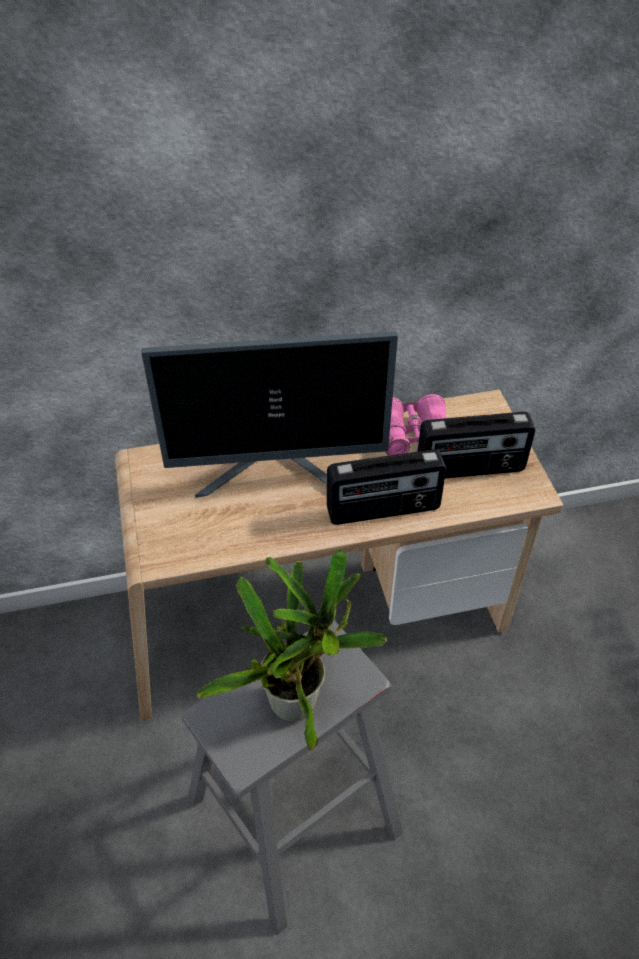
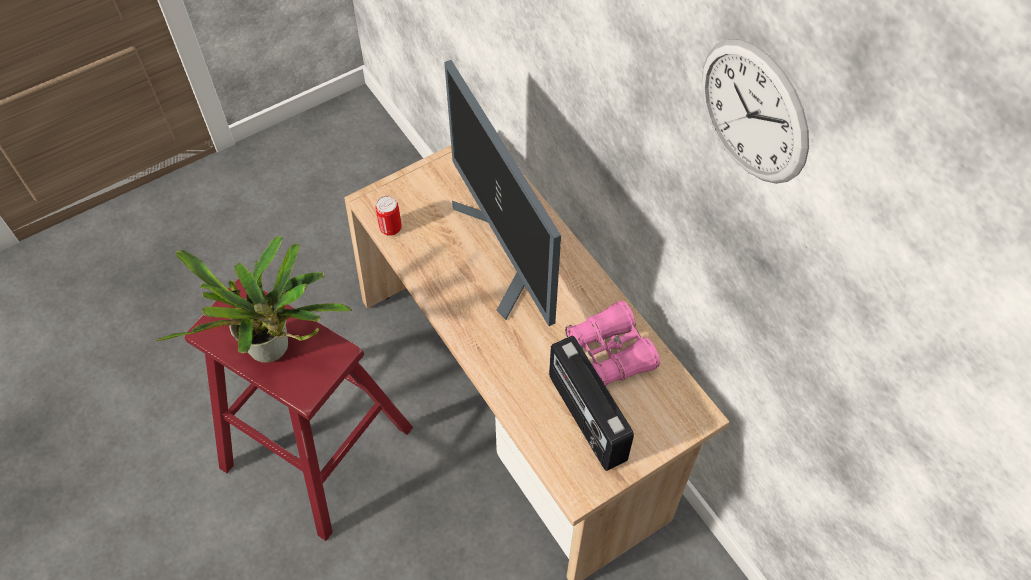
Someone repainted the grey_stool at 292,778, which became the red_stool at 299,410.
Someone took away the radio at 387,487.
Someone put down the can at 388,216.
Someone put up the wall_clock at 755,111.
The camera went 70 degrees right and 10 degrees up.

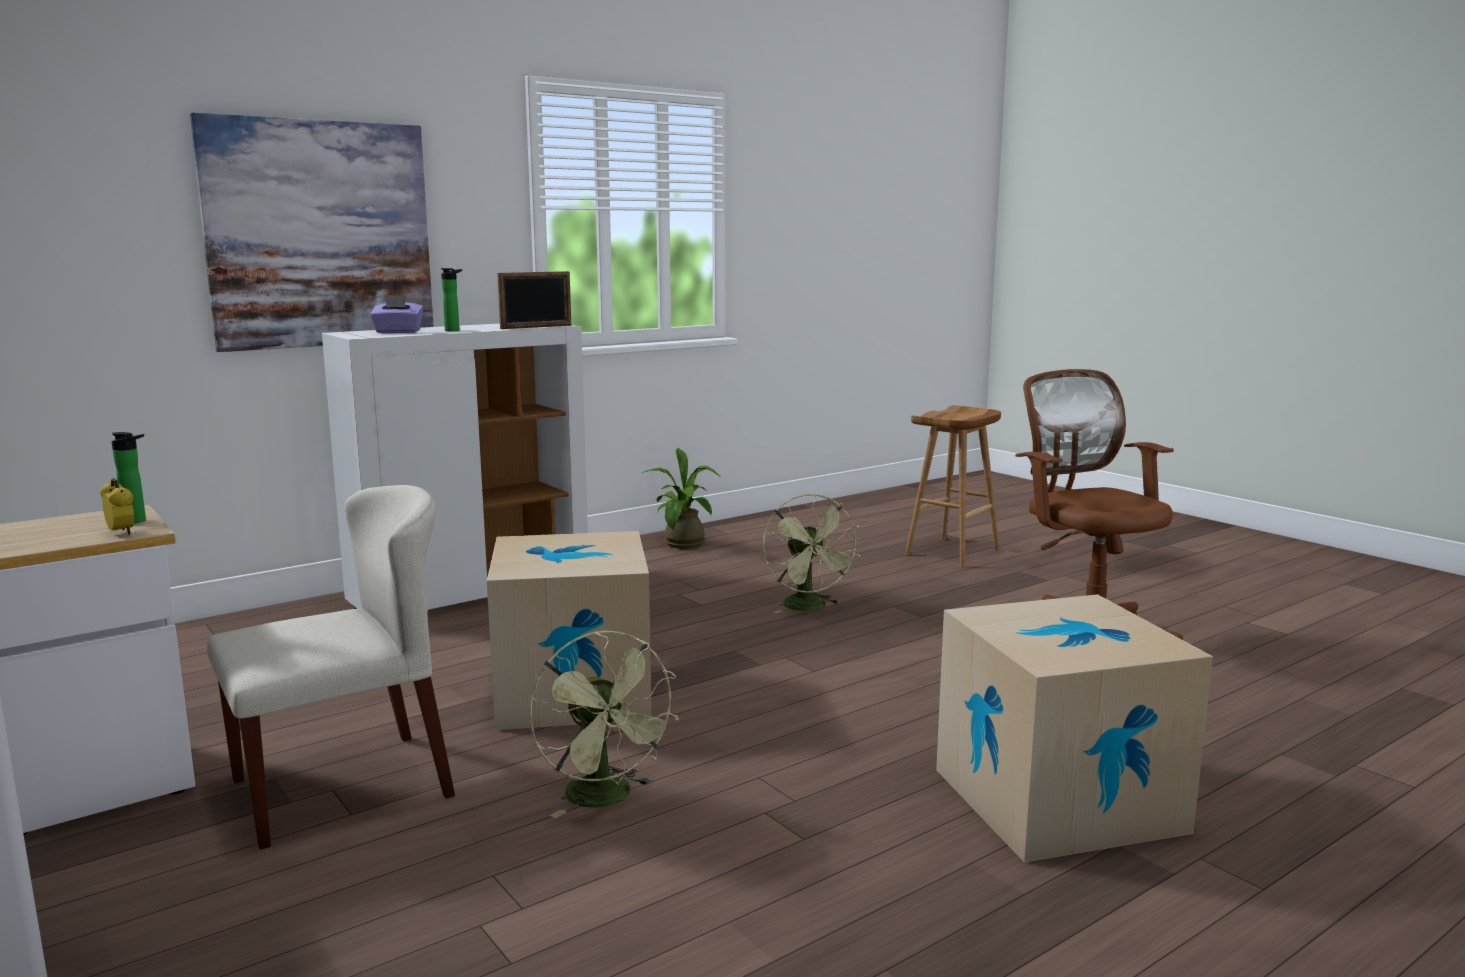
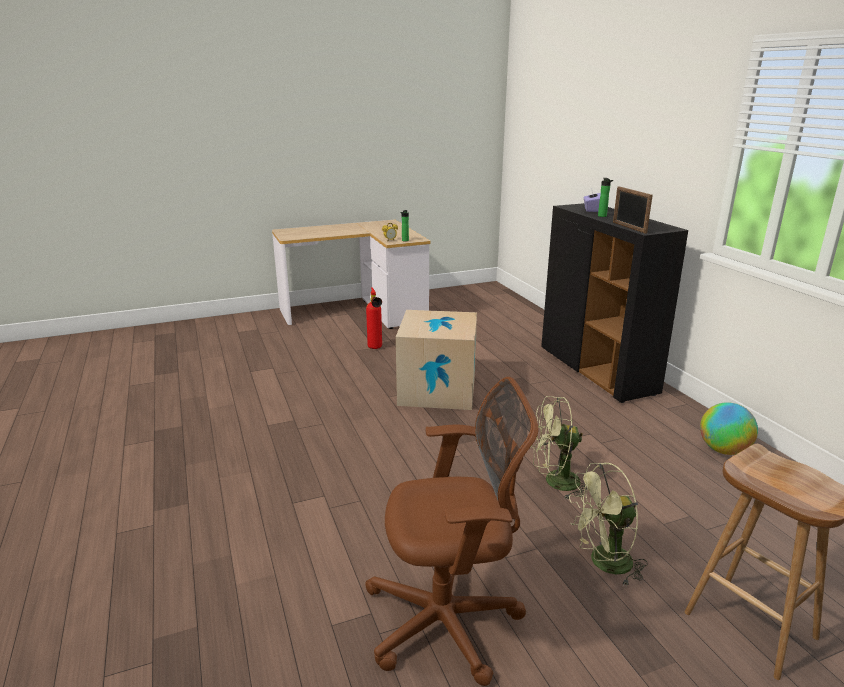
Someone took away the picture at 312,232.
Someone swapped the beige_chair at 331,667 for the fire_extinguisher at 374,318.
Someone repainted the white_cabinet at 455,466, which became the black_cabinet at 614,303.
Someone carried the green_fan from 604,724 to 608,525.
Someone swapped the potted_plant at 681,498 for the globe at 729,428.
Someone took away the cardboard_box at 1074,728.
The camera went 105 degrees right and 10 degrees up.

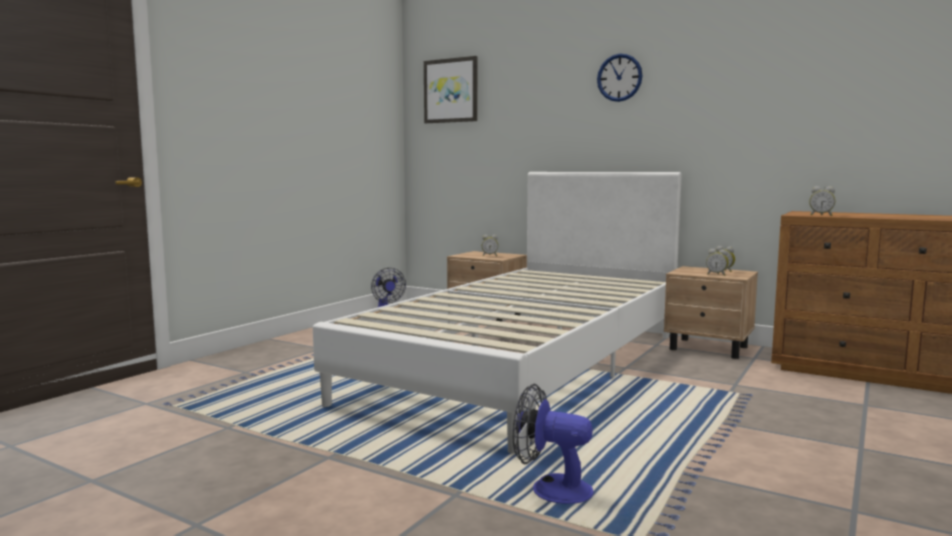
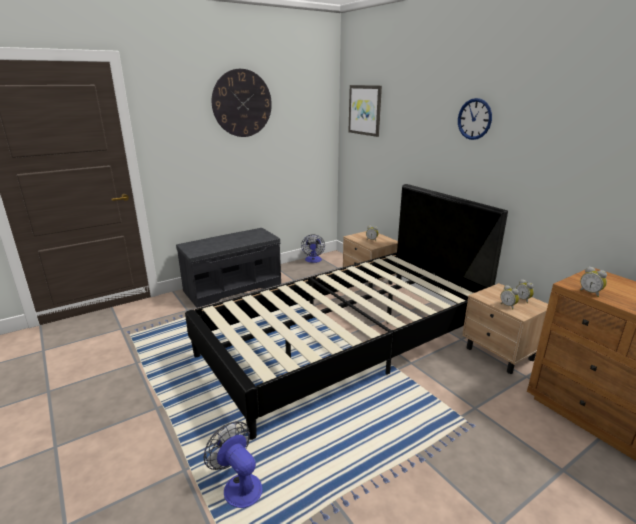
Someone repainted the white_bed at 497,312, which became the black_bed at 346,312.
Someone put down the grey_bench at 228,268.
Someone put up the wall_clock at 242,103.
The camera went 25 degrees right and 15 degrees up.

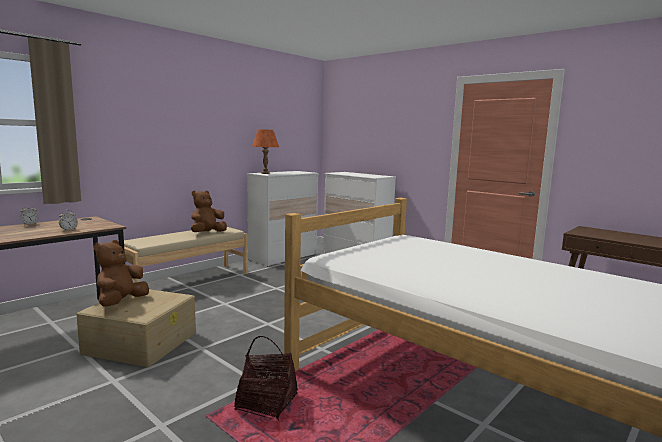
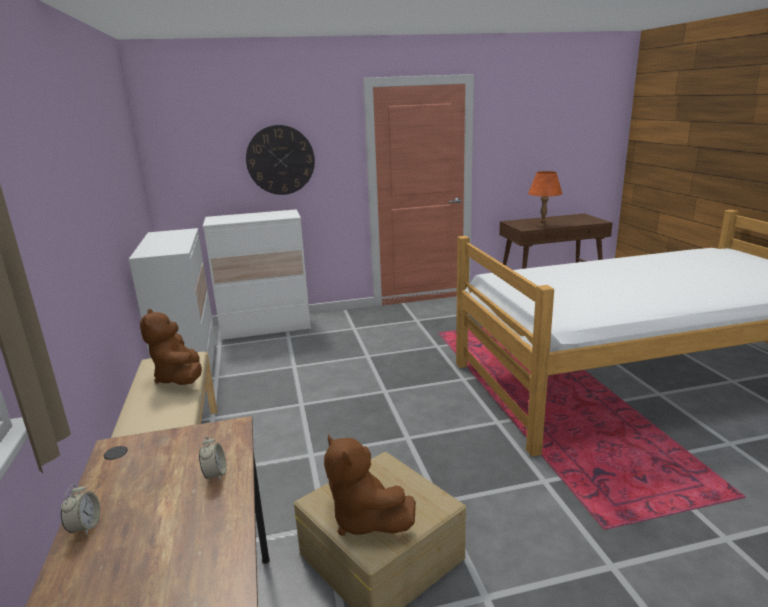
Someone took away the basket at 266,378.
Someone carried the orange_table_lamp from 265,151 to 545,199.
Someone put up the wall_clock at 280,160.
The camera went 55 degrees left and 10 degrees up.

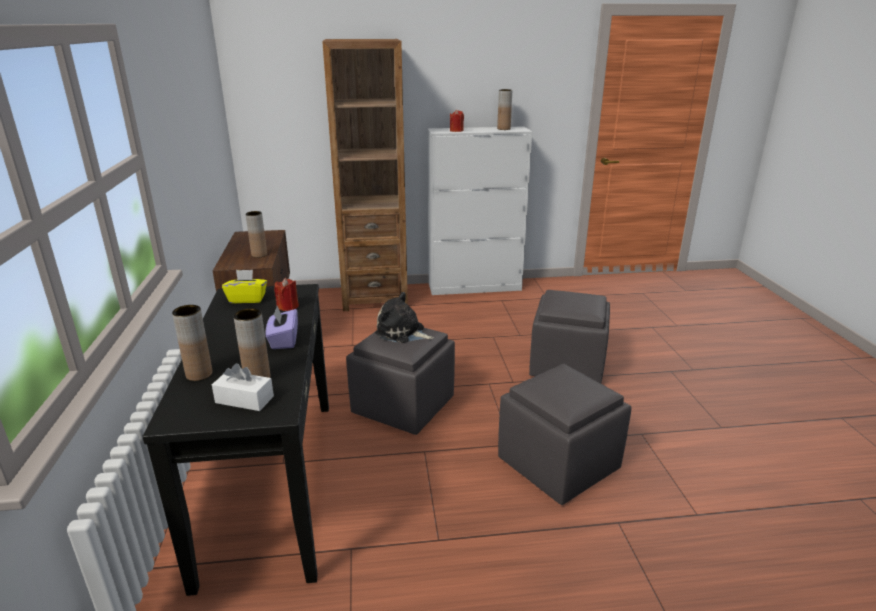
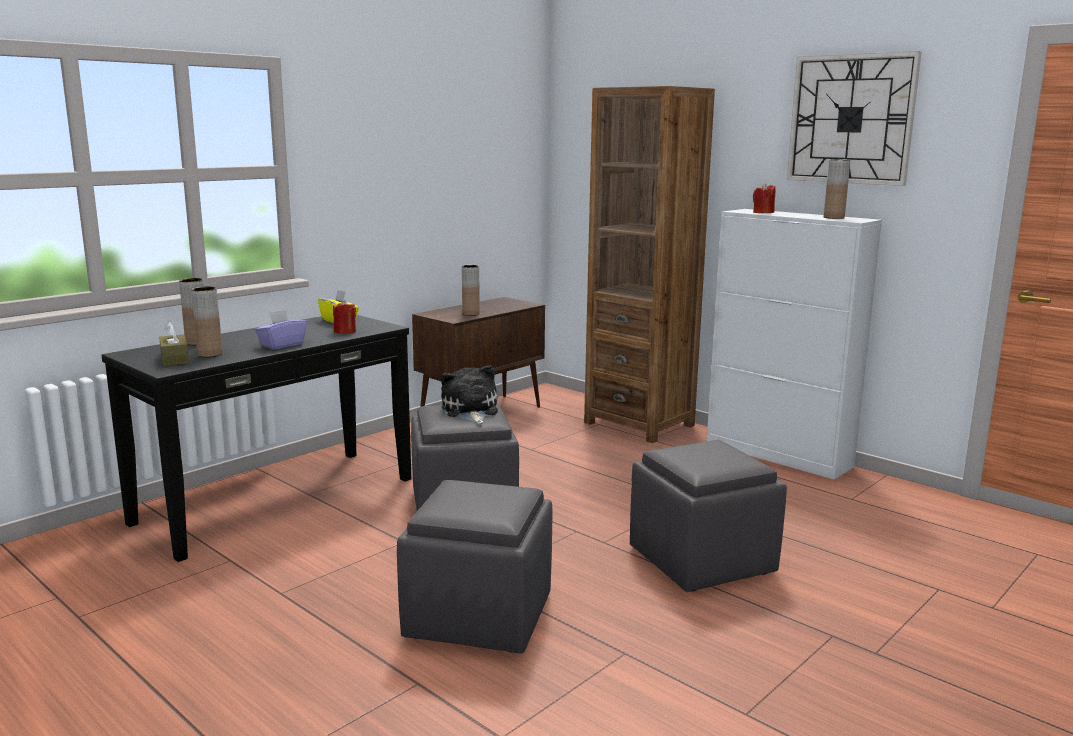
Someone repainted the white_tissue_box at 243,387, which became the brown_tissue_box at 174,344.
Someone put up the wall_clock at 854,118.
The camera went 50 degrees right and 10 degrees down.

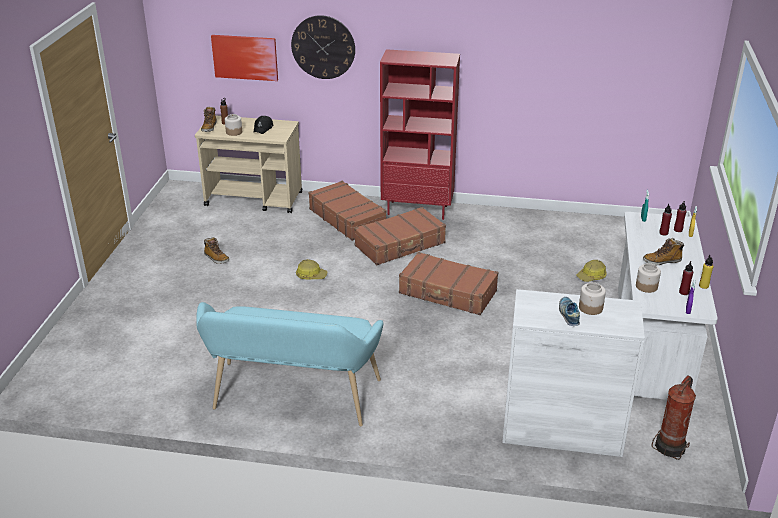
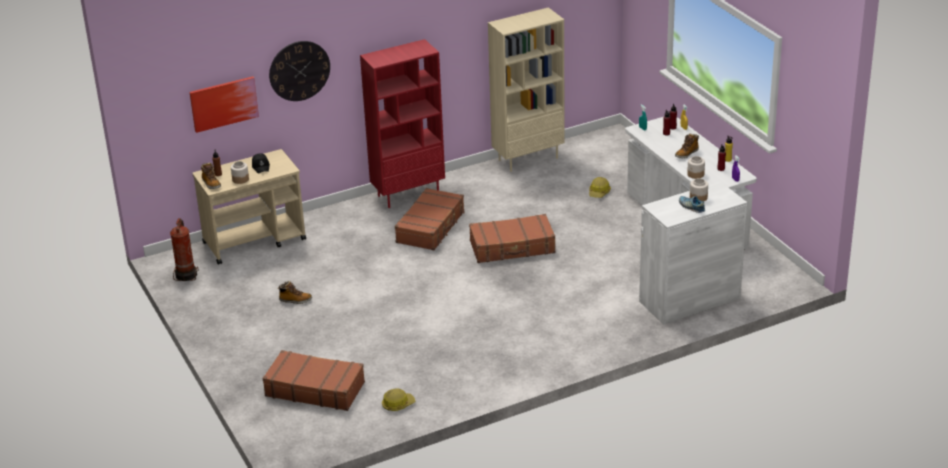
Someone took away the turquoise_bench at 289,364.
Someone carried the hard_hat from 311,269 to 398,399.
Someone carried the brown_suitcase from 347,211 to 313,380.
Someone carried the fire_extinguisher from 673,417 to 184,249.
Someone put down the beige_bookcase at 526,89.
The camera went 35 degrees left and 0 degrees up.

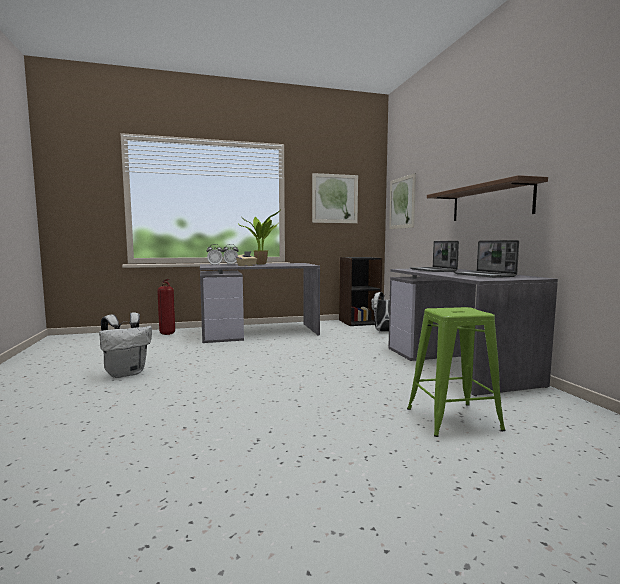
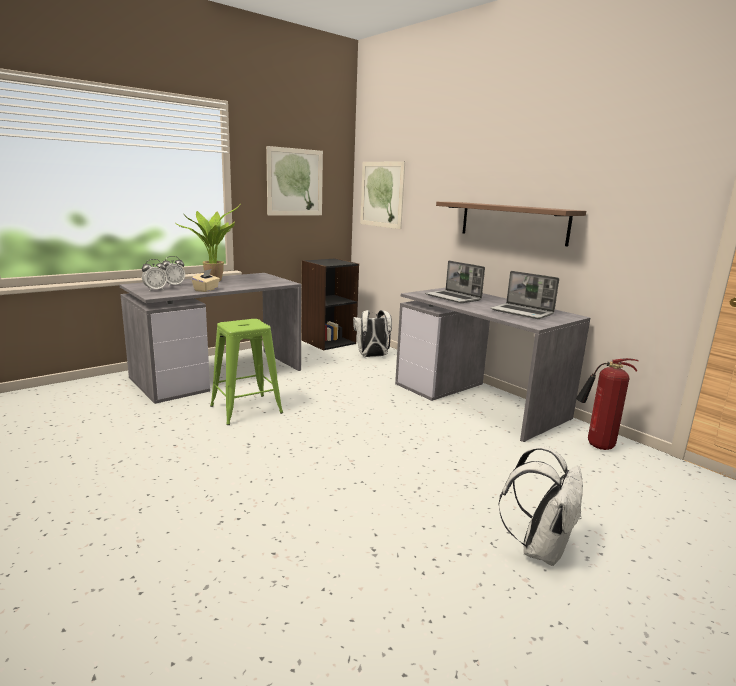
Someone carried the white_backpack from 125,345 to 540,506.
Someone carried the fire_extinguisher from 166,307 to 607,404.
Someone carried the green_stool from 456,372 to 246,372.
The camera went 25 degrees left and 10 degrees up.

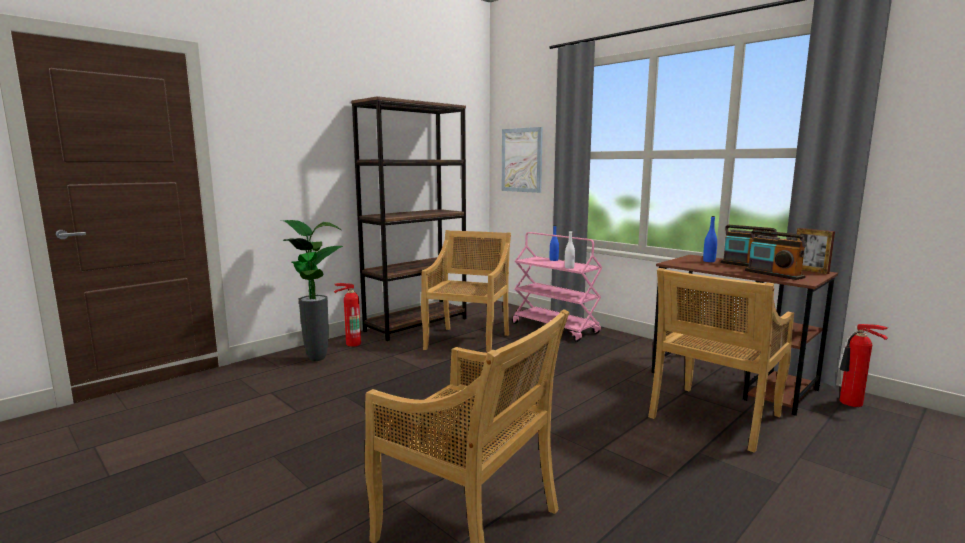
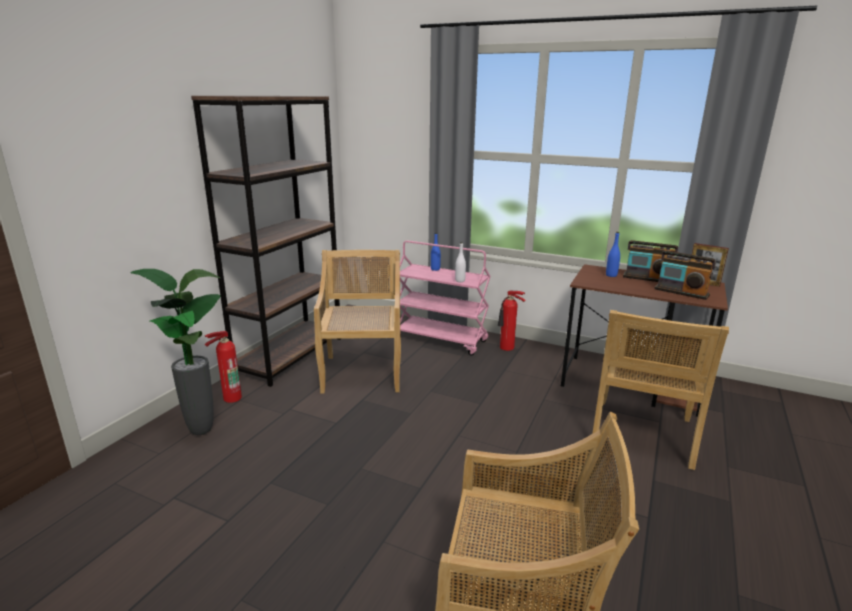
Someone took away the picture at 522,160.
Someone carried the fire_extinguisher from 864,365 to 512,321.
The camera went 20 degrees left and 10 degrees up.

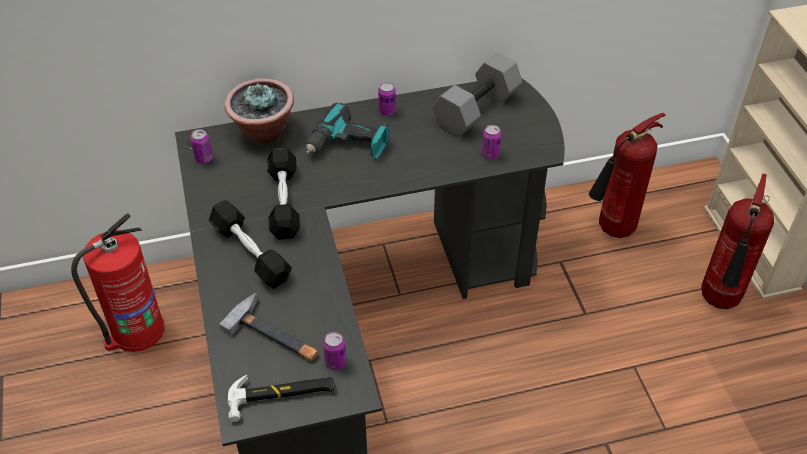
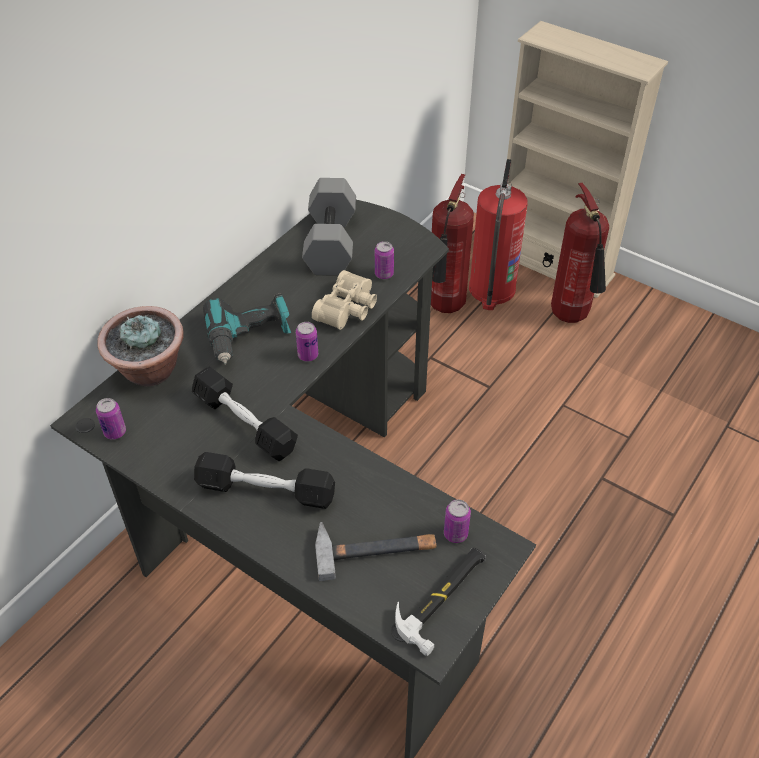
Someone carried the fire_extinguisher from 117,282 to 498,234.
Someone carried the can from 387,99 to 307,342.
Someone put down the beige_binoculars at 344,300.
The camera went 40 degrees left and 0 degrees up.

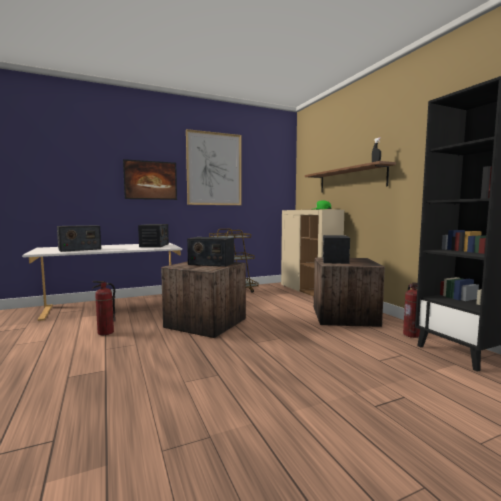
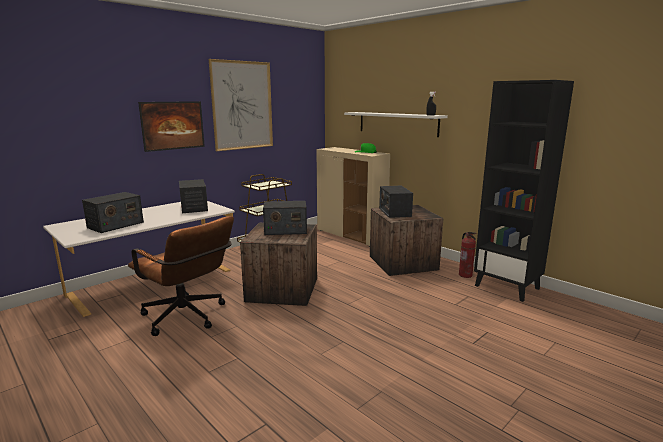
Someone swapped the fire_extinguisher at 104,308 for the brown_office_chair at 181,276.
Someone repainted the brown_shelf at 350,177, which became the white_shelf at 396,124.
The camera went 20 degrees left and 10 degrees up.

